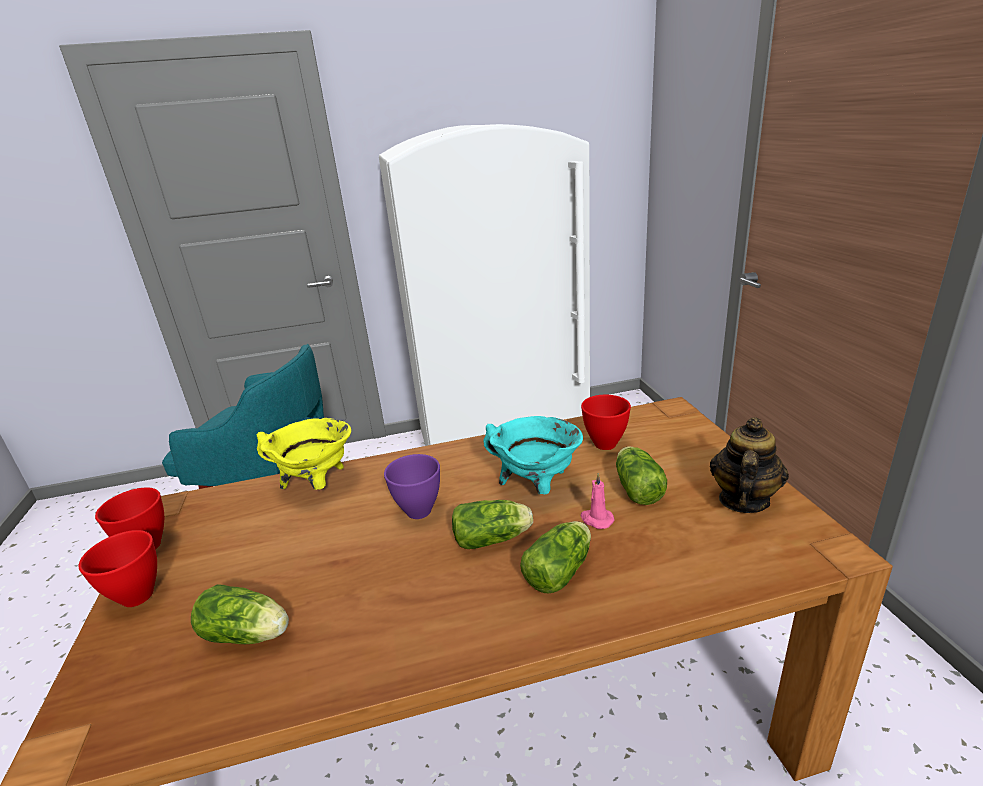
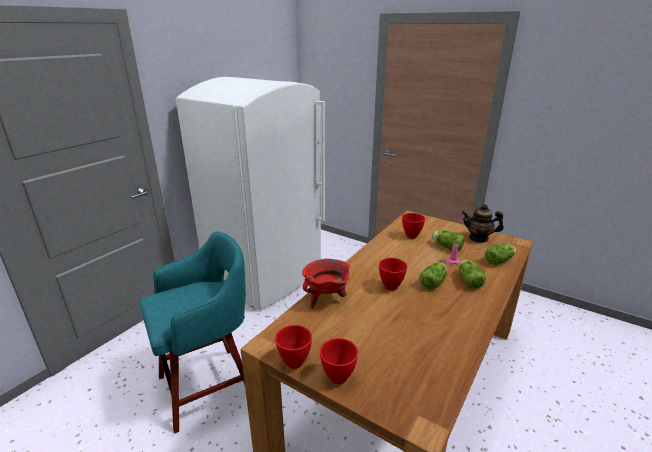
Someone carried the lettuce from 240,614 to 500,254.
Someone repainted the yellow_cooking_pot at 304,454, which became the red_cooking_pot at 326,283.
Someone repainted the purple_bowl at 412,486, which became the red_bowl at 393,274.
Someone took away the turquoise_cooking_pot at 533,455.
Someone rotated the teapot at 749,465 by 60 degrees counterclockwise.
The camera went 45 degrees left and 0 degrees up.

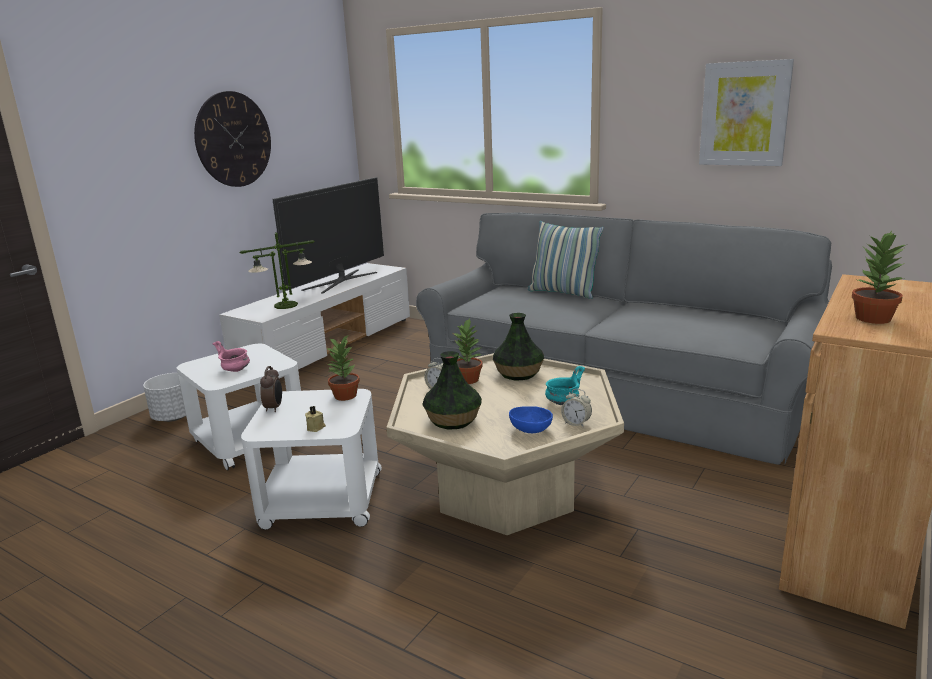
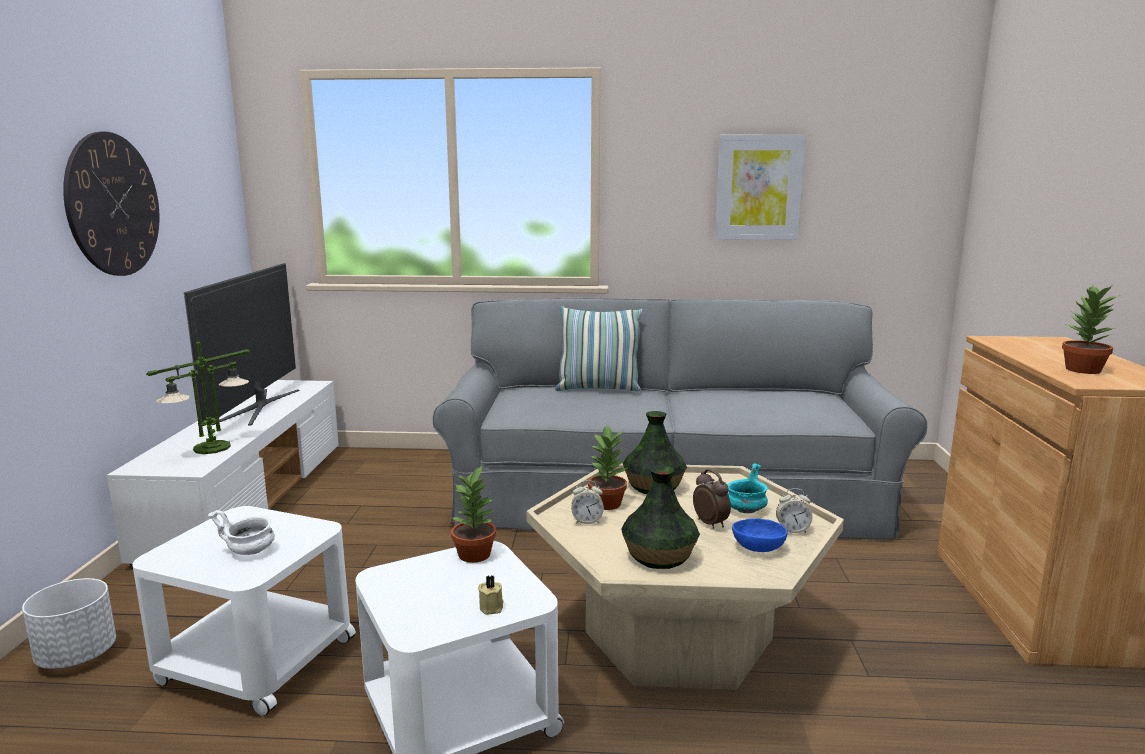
Someone repainted the pink_bowl at 231,356, which became the white_bowl at 241,532.
Someone carried the alarm_clock from 271,389 to 712,499.
The camera went 30 degrees left and 5 degrees down.

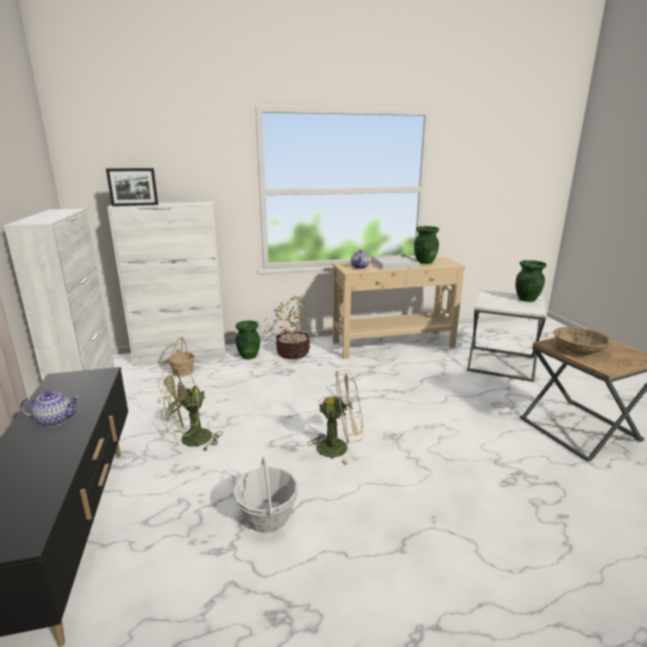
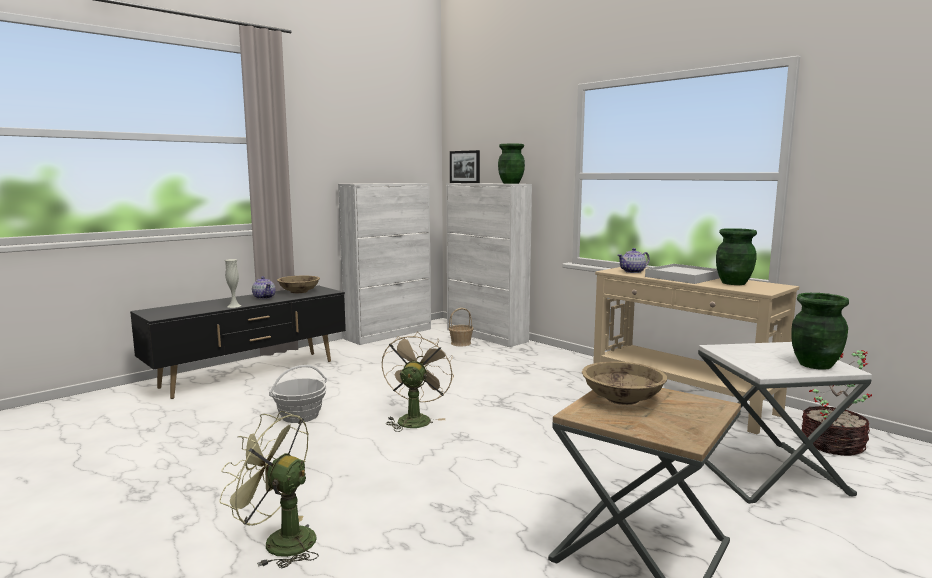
Someone carried the green_fan from 189,408 to 269,489.
Someone carried the green_vase from 247,340 to 511,164.
Someone carried the potted_plant from 293,327 to 837,403.
Someone rotated the beige_fan at 335,417 by 135 degrees counterclockwise.
Someone put down the white_vase at 233,283.
Someone put down the beige_bowl at 298,284.
The camera went 60 degrees right and 10 degrees down.

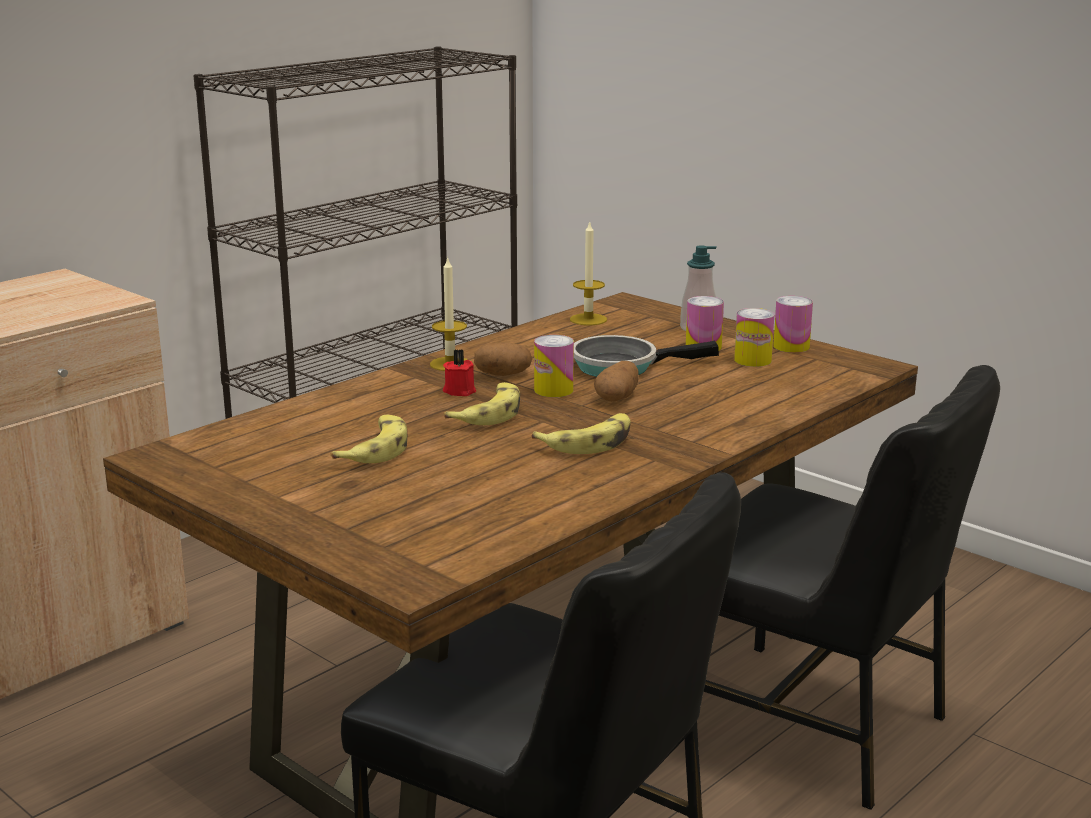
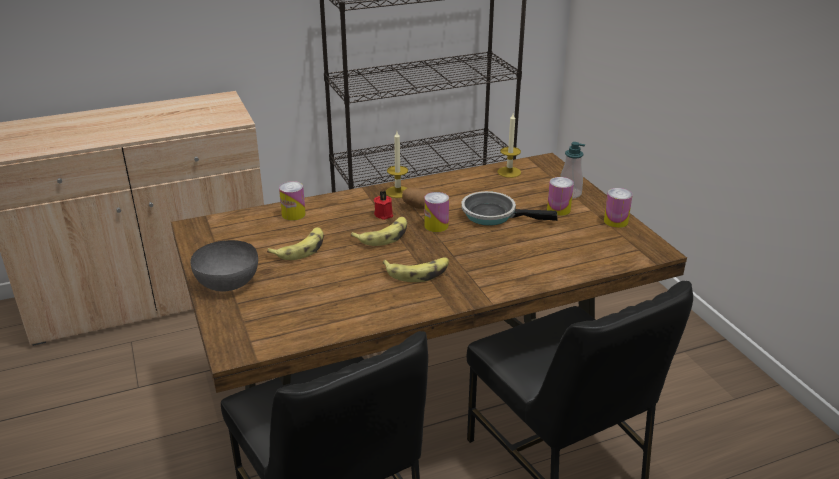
Someone took away the potato at 616,381.
Someone carried the can from 754,337 to 292,201.
Someone put down the grey_bowl at 224,266.
The camera went 25 degrees right and 10 degrees up.

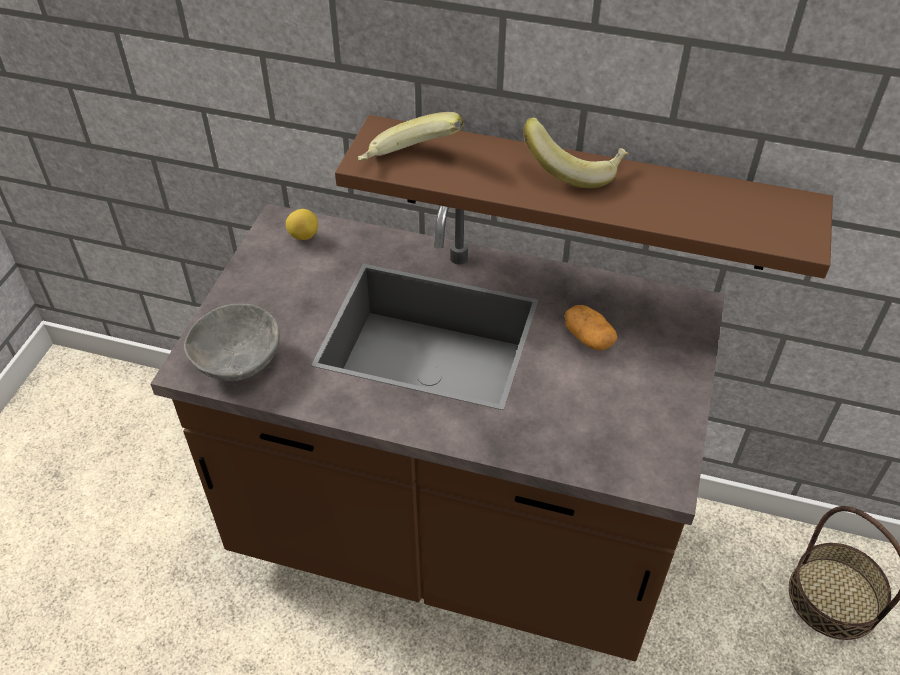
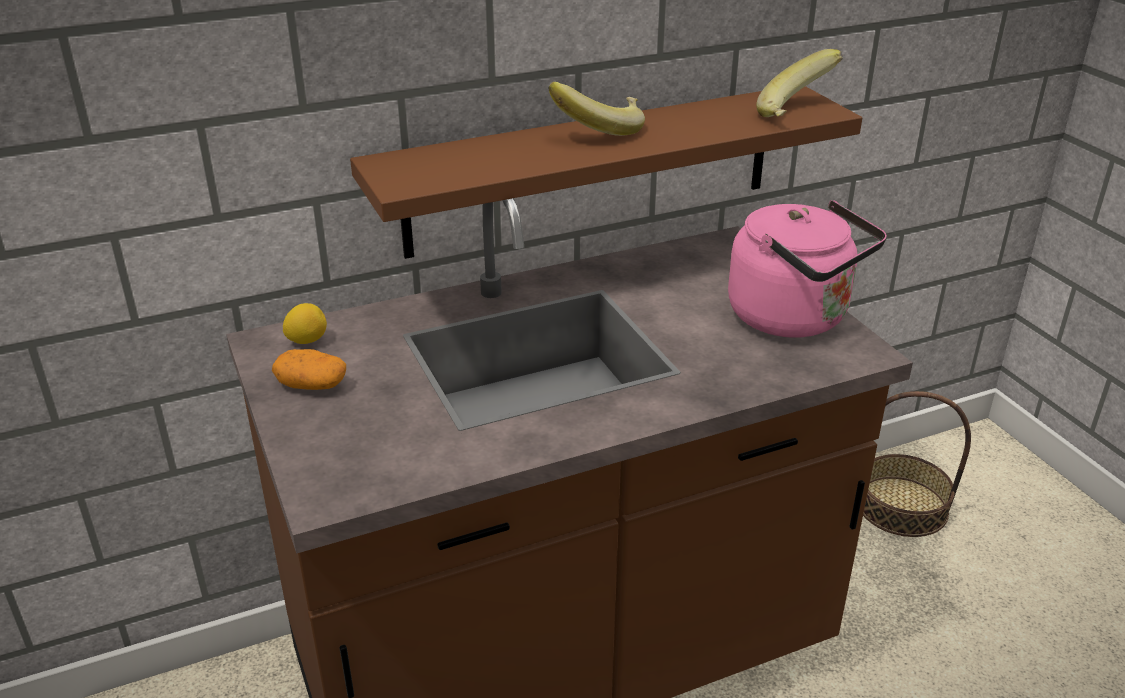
Someone took away the grey_bowl at 232,342.
Someone carried the banana from 411,136 to 799,83.
Someone carried the potato from 591,327 to 309,369.
Someone put down the pink_kettle at 807,269.
The camera went 40 degrees left and 15 degrees down.

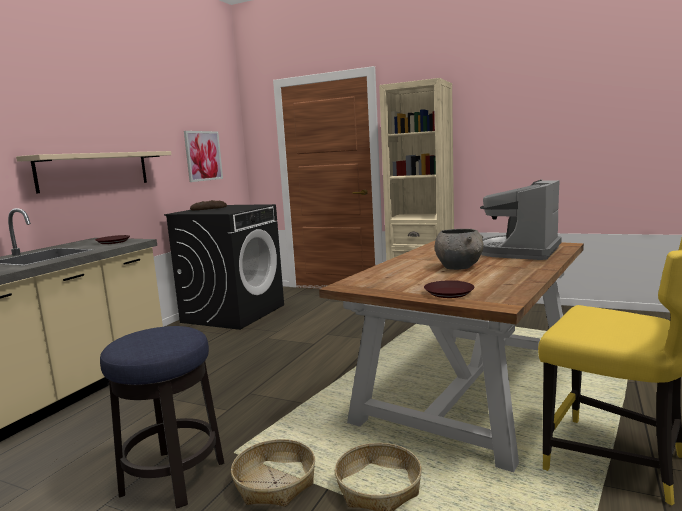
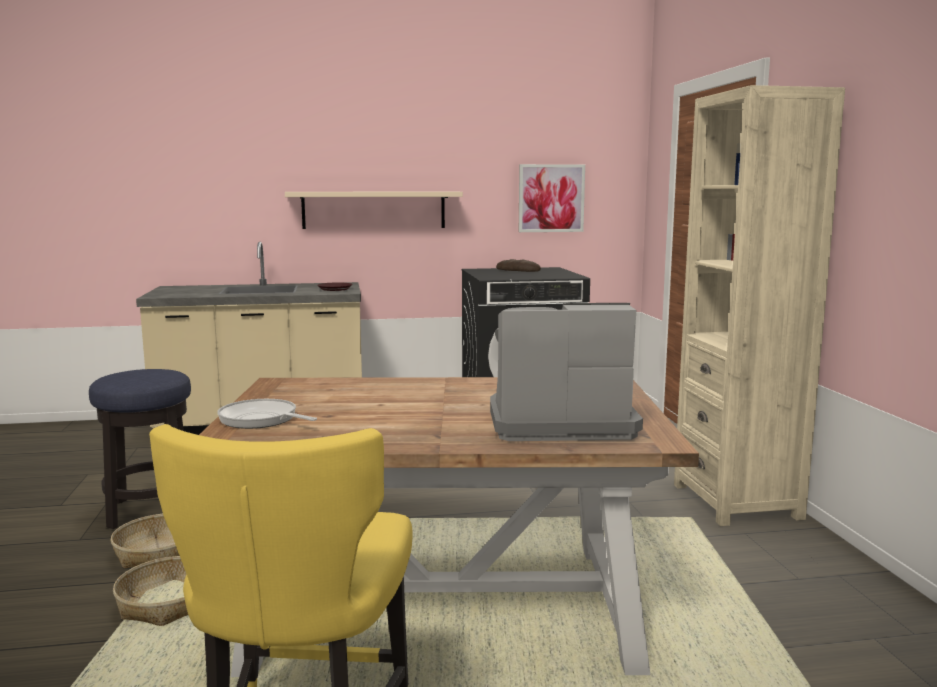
Someone swapped the brown_plate at 449,289 for the frying_pan at 267,414.
Someone took away the grey_bowl at 459,249.
The camera went 55 degrees right and 0 degrees up.

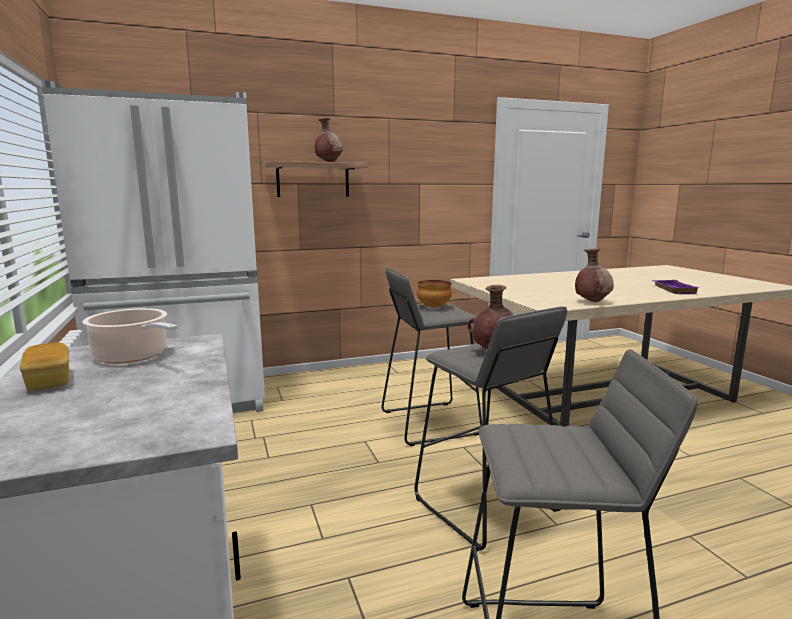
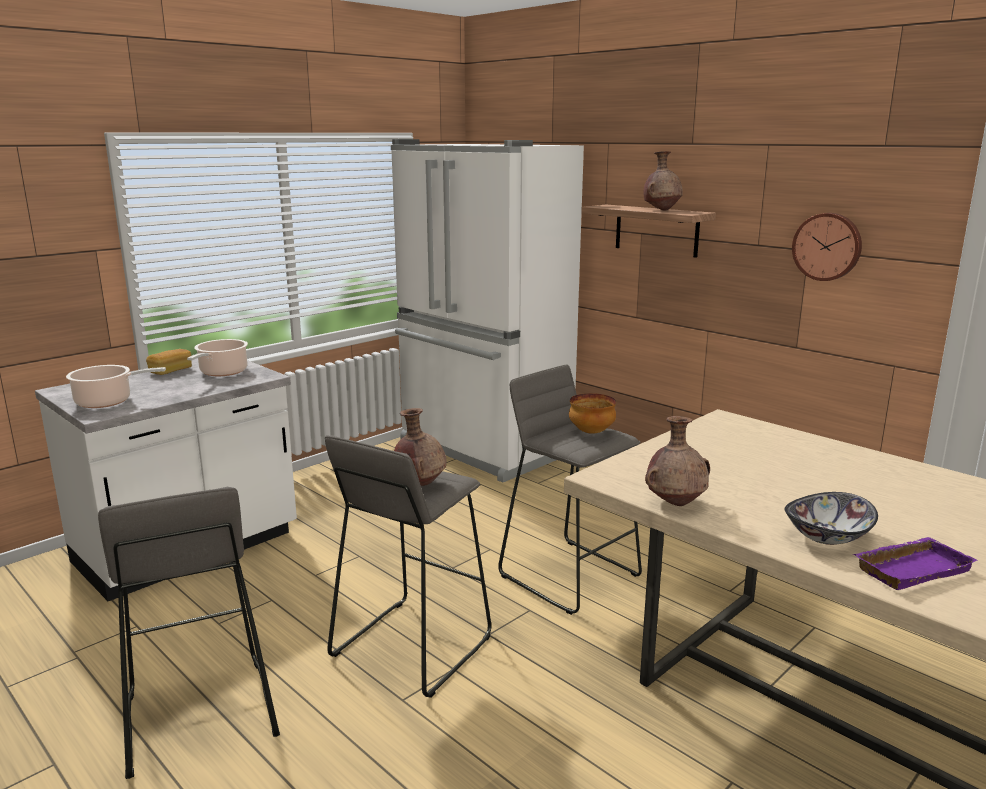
Someone put down the cooking_pot at 116,386.
Someone put down the bowl at 831,518.
Someone put up the wall_clock at 827,247.
The camera went 65 degrees right and 5 degrees up.

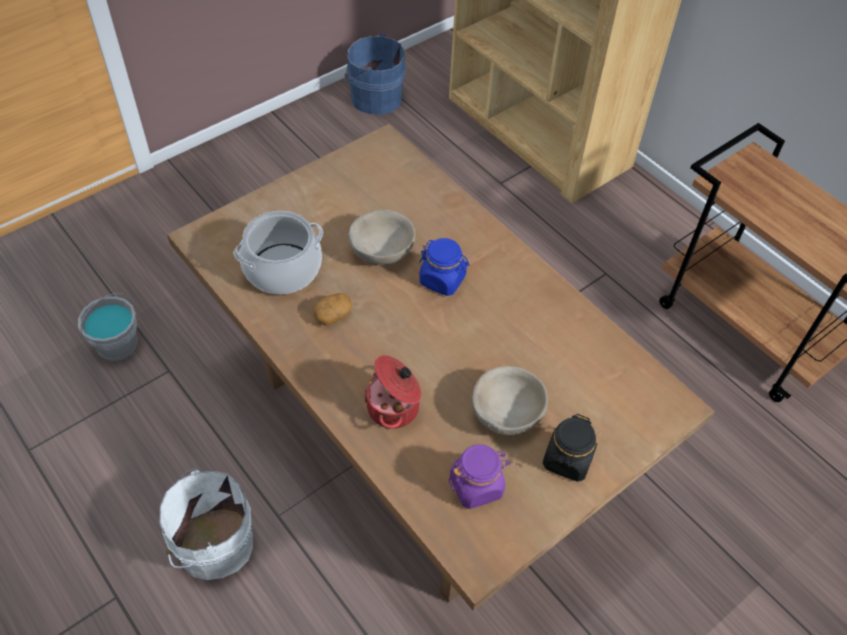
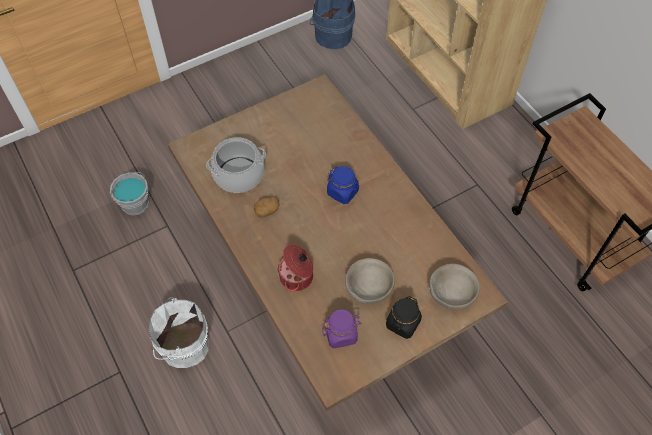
Someone carried the beige_bowl from 382,237 to 454,287.
The camera went 10 degrees right and 5 degrees up.

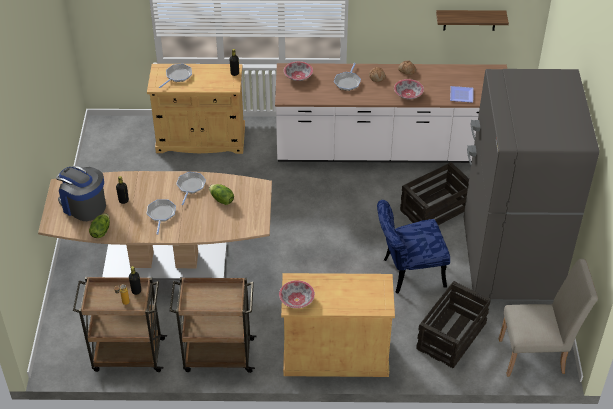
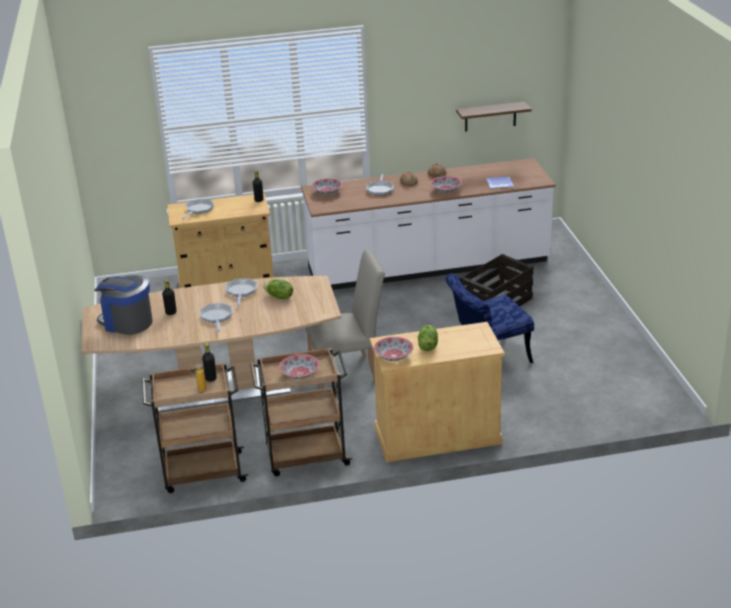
Someone carried the lettuce from 99,225 to 428,338.
Someone took away the crate at 453,324.
Someone took away the grey_fridge at 531,185.
Someone carried the beige_chair from 548,318 to 345,319.
Someone put down the bowl at 299,366.
The camera went 10 degrees left and 15 degrees down.

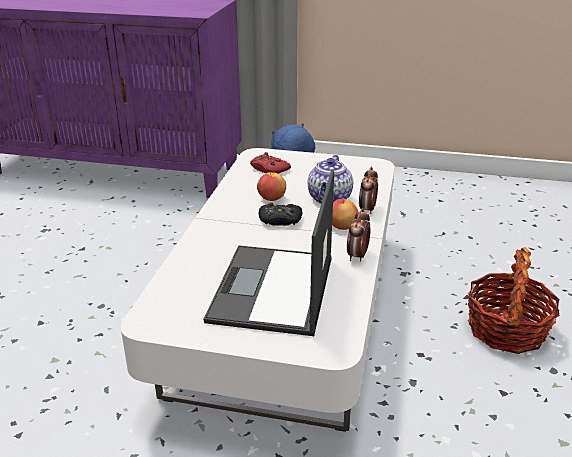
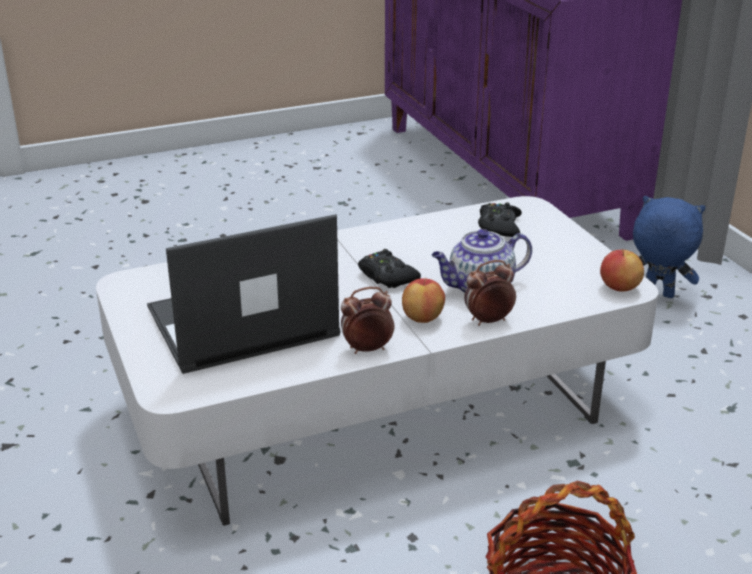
Someone repainted the red_game_controller at 270,163, which became the black_game_controller at 500,219.
Someone carried the apple from 271,186 to 622,270.
The camera went 55 degrees right and 0 degrees up.

